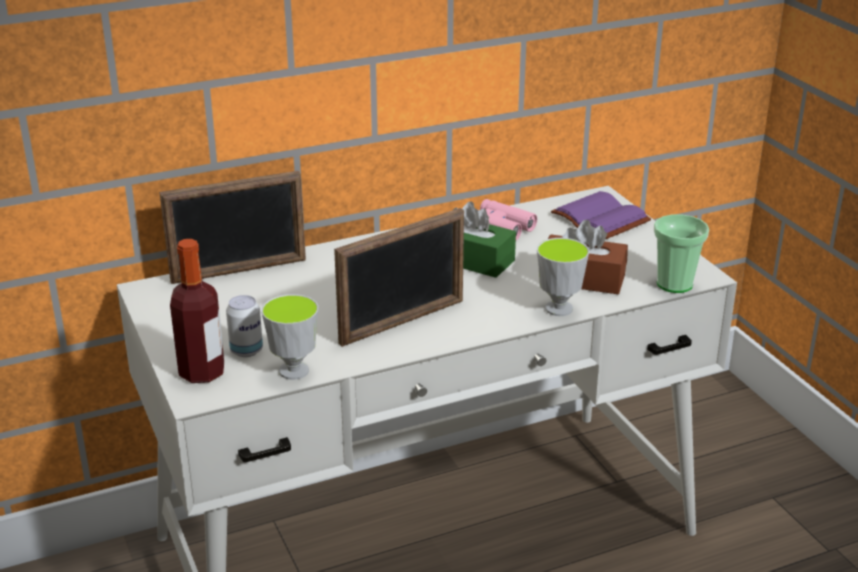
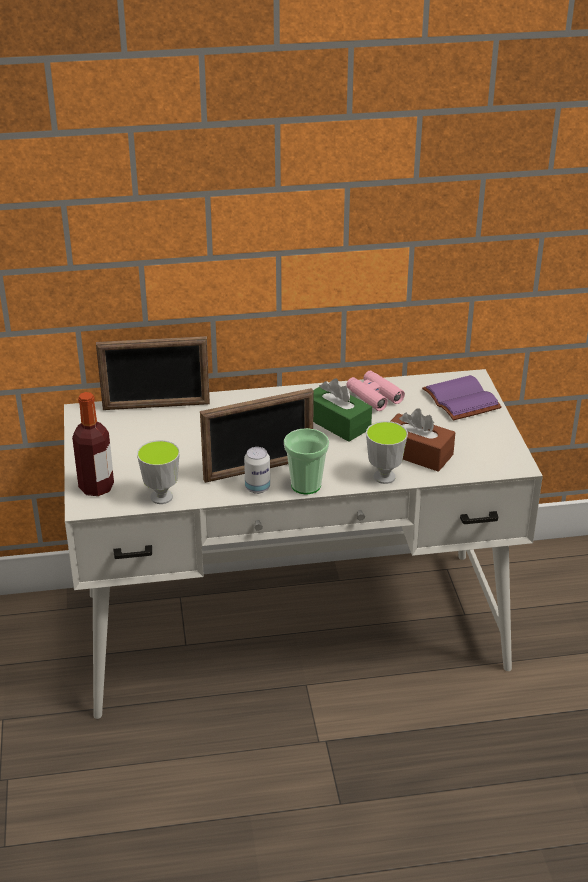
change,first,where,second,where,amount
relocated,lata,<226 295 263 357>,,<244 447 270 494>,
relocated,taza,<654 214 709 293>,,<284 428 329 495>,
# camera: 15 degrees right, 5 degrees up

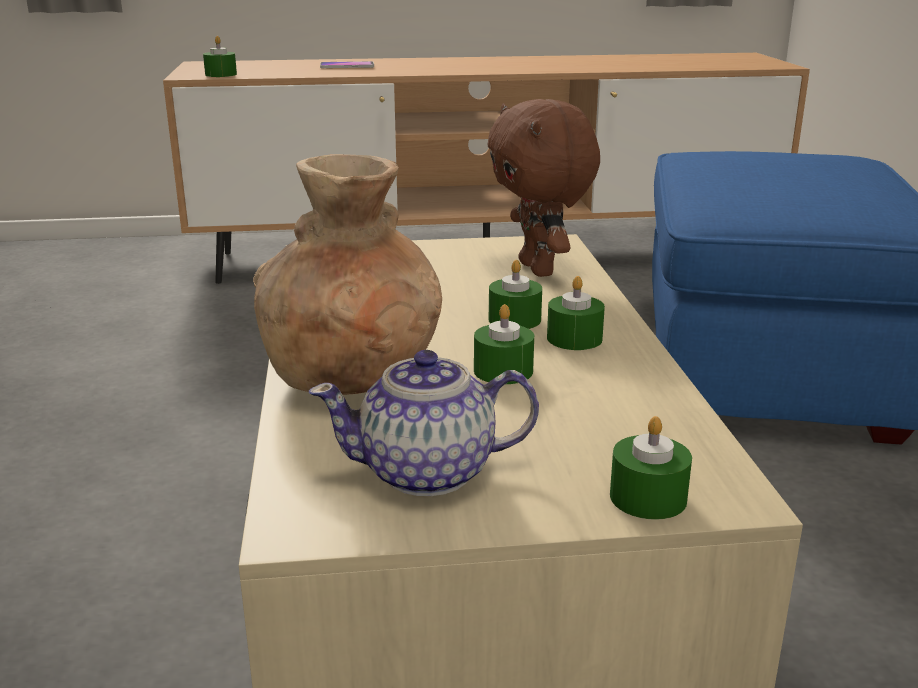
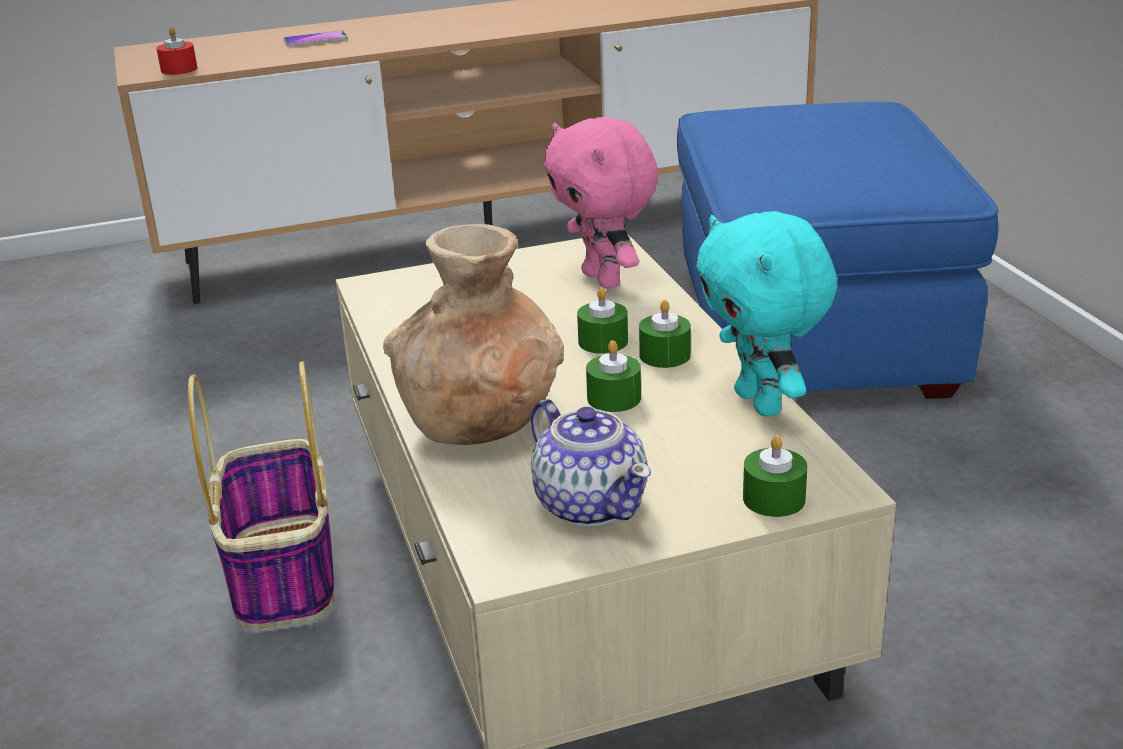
change,first,where,second,where,amount
colour,vela/verde,<203 36 237 77>,vela/rojo,<156 26 197 75>,
spun,tetera,<308 350 539 496>,,<531 399 651 527>,105 degrees counterclockwise
colour,peluche/marrón,<487 99 600 277>,peluche/rosa,<544 117 658 289>,
appeared,,,cesta,<188 361 334 629>,
appeared,,,peluche/turquesa,<697 211 837 417>,
# camera: 10 degrees left, 5 degrees up

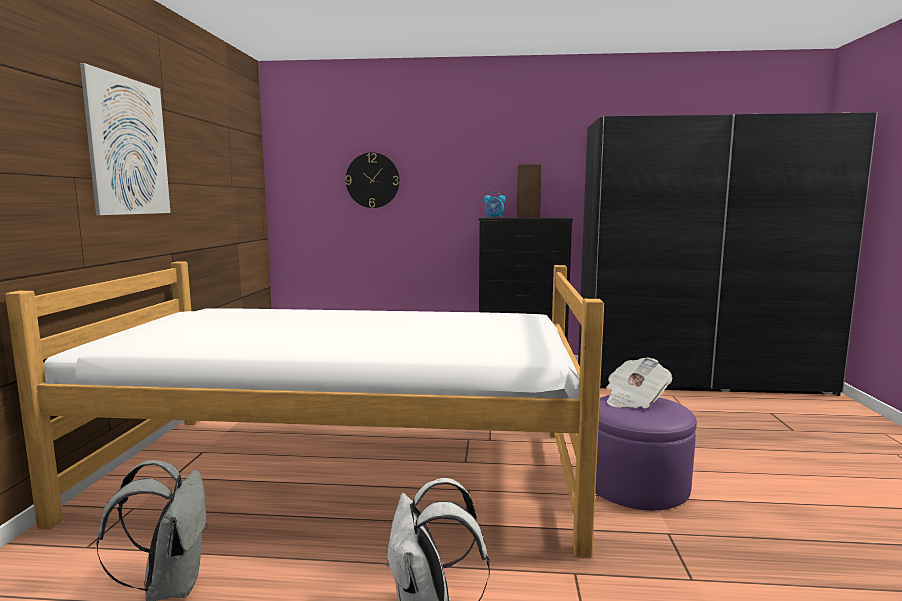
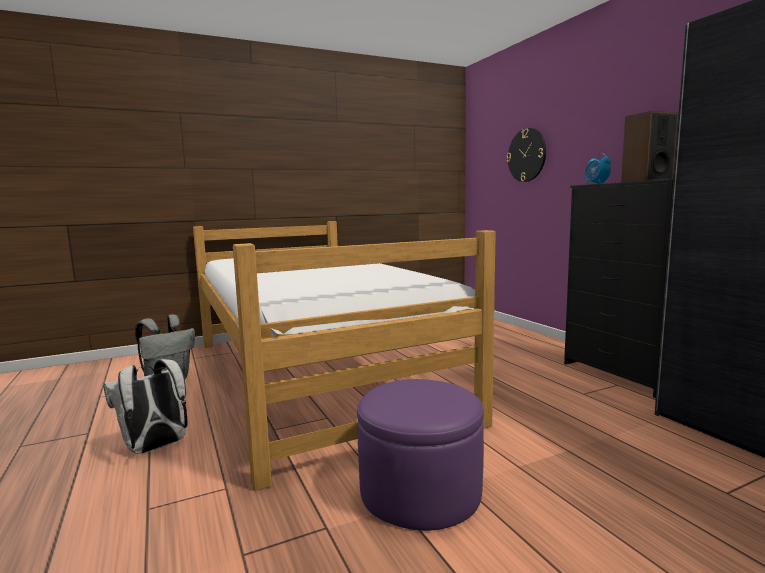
change,first,where,second,where,amount
missing,cuadro,<80 63 171 215>,,,
missing,periódico,<606 357 672 408>,,,
# camera: 60 degrees right, 0 degrees up

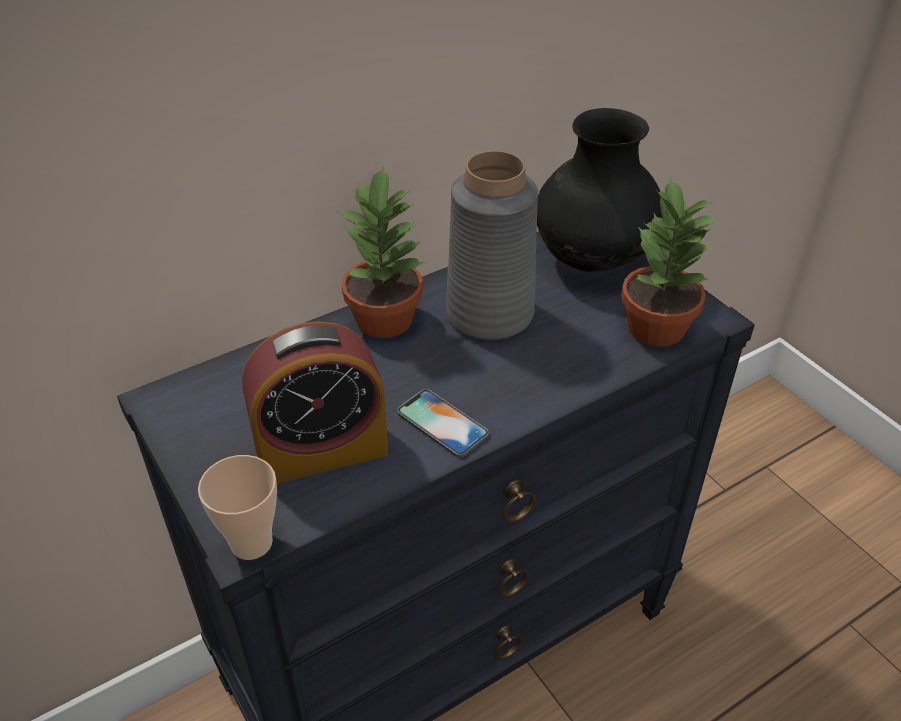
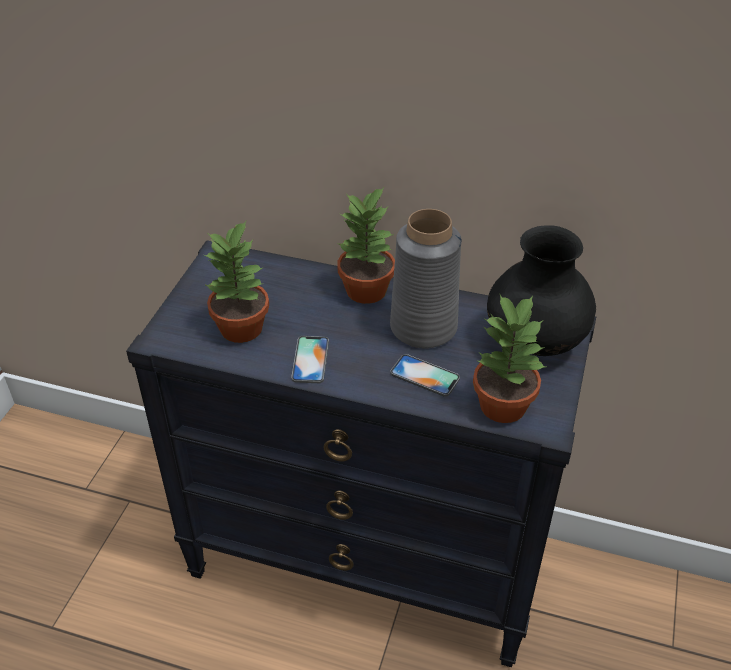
change,first,where,second,where,amount
missing,taza,<198 455 277 560>,,,
exchanged,despertador,<242 321 388 484>,planta en maceta,<204 221 269 343>,
appeared,,,móvil,<390 354 460 397>,
# camera: 50 degrees right, 0 degrees up

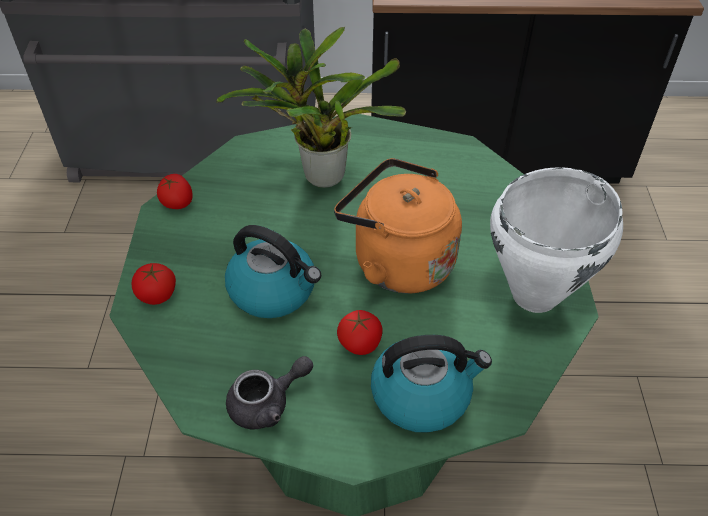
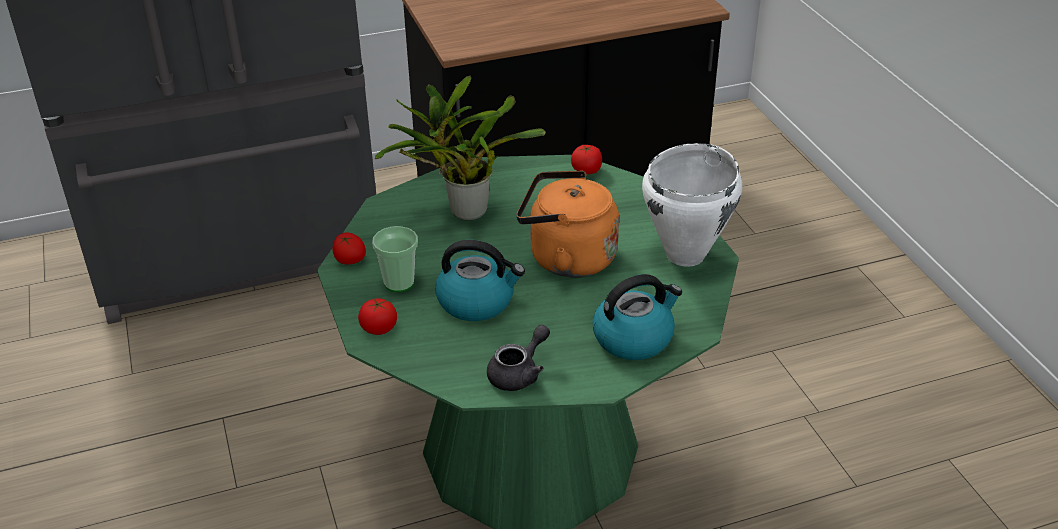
change,first,where,second,where,amount
relocated,tomate,<337 310 382 355>,,<571 145 602 174>,
appeared,,,taza,<372 226 418 292>,
# camera: 20 degrees left, 10 degrees down

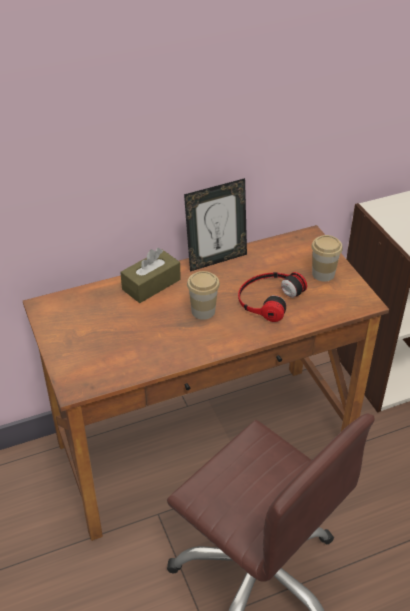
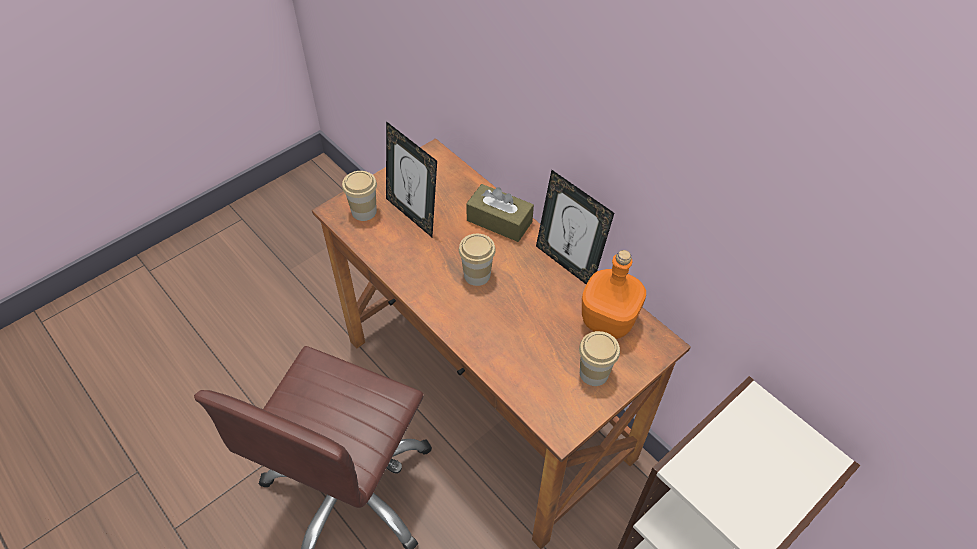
change,first,where,second,where,amount
missing,auriculares,<238 272 307 322>,,,
appeared,,,taza,<342 171 377 221>,
appeared,,,portarretratos,<386 121 437 237>,
appeared,,,botella/naranja,<582 250 646 339>,
# camera: 70 degrees right, 10 degrees up

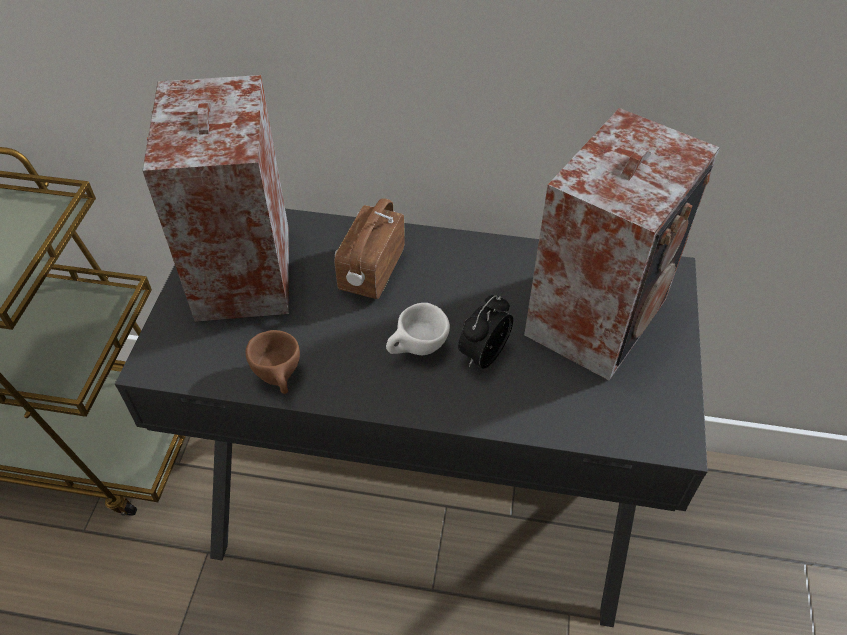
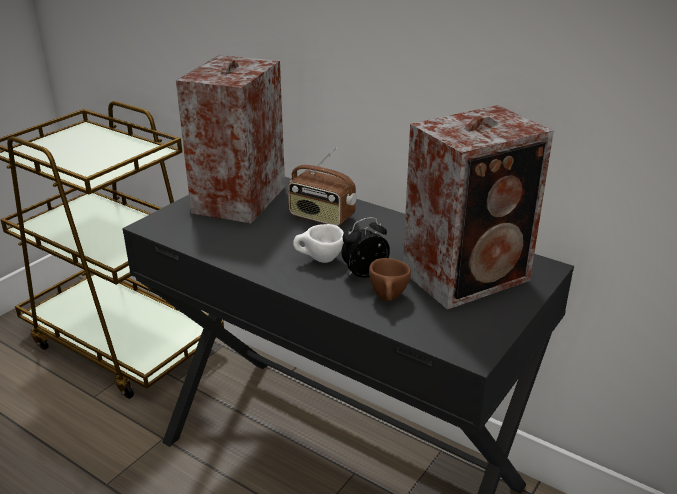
change,first,where,second,where,amount
relocated,taza/marrón,<246 330 300 394>,,<369 258 411 301>,
spun,radio,<334 198 405 299>,,<288 148 357 226>,105 degrees counterclockwise
# camera: 25 degrees right, 20 degrees down

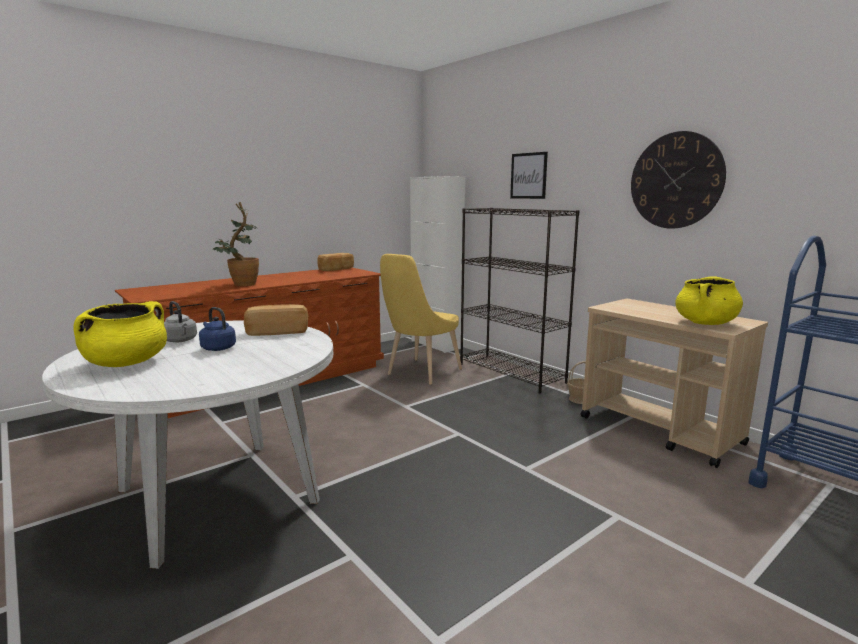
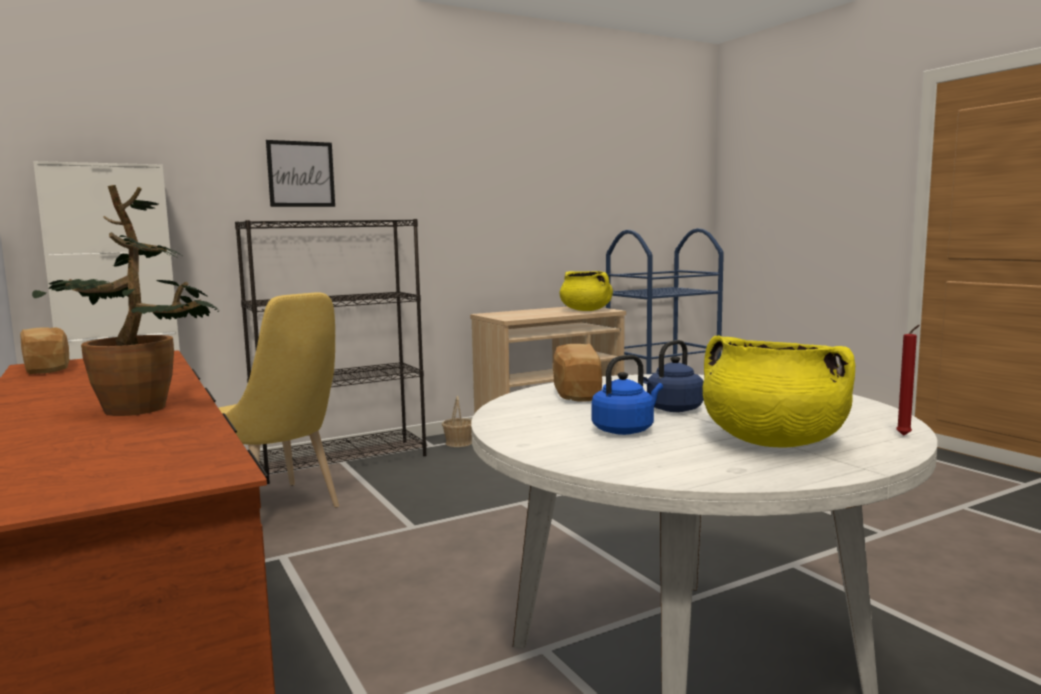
change,first,where,second,where,amount
colour,hervidor/gris,<164 301 197 342>,hervidor/azul,<591 355 663 435>,
missing,reloj de pared,<631 131 726 229>,,,
appeared,,,vela/rojo,<896 325 920 436>,
# camera: 80 degrees left, 5 degrees down

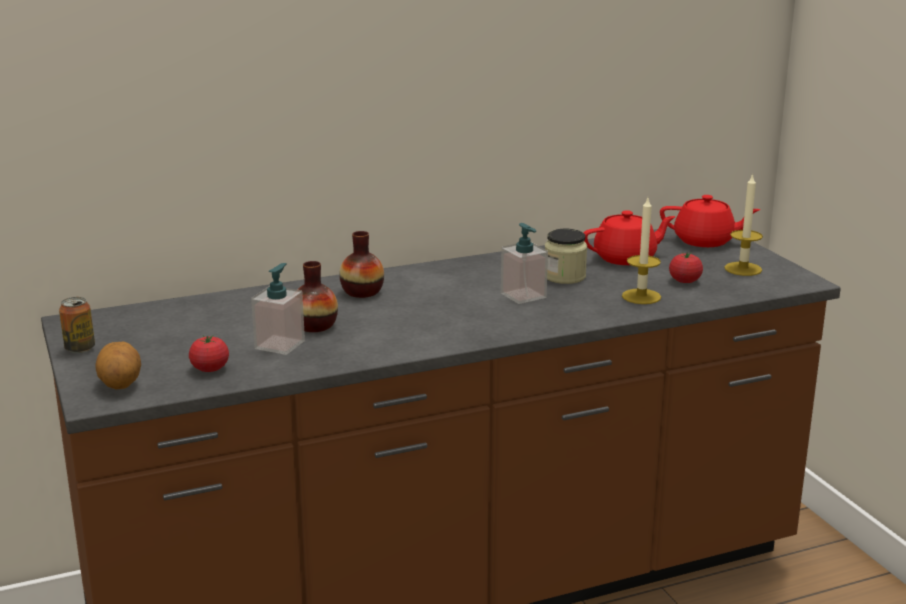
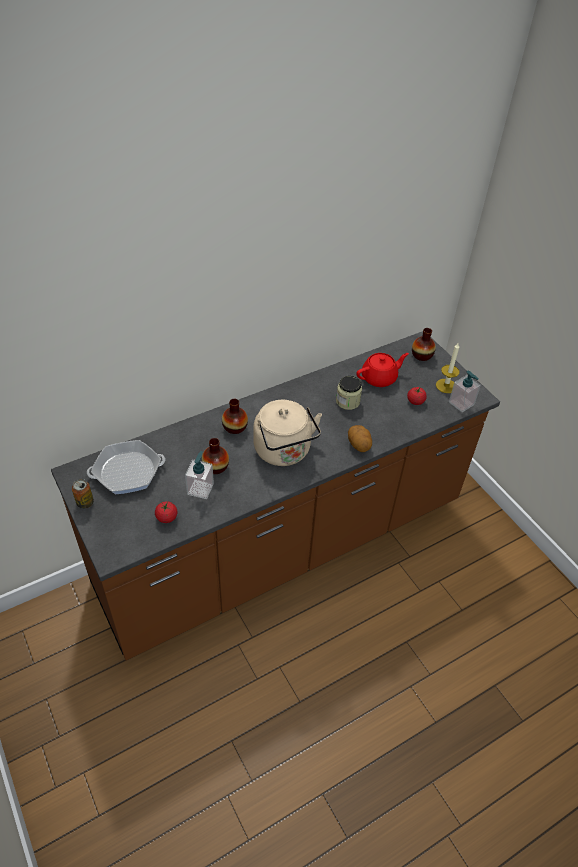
change,first,where,second,where,amount
relocated,patata,<96 342 141 390>,,<348 425 372 452>,
relocated,dispensador de jabón,<501 223 548 304>,,<449 371 481 412>,
missing,vela,<622 198 661 304>,,,
exchanged,tetera/rojo,<660 195 760 247>,florero,<412 328 436 361>,
appeared,,,sartén,<87 440 165 494>,
appeared,,,hervidor/beis,<253 400 322 466>,
# camera: 10 degrees left, 25 degrees up

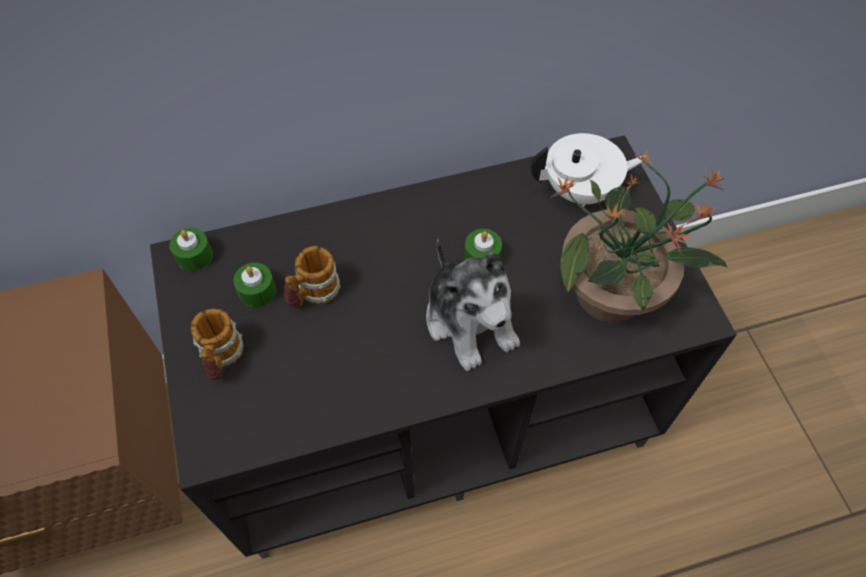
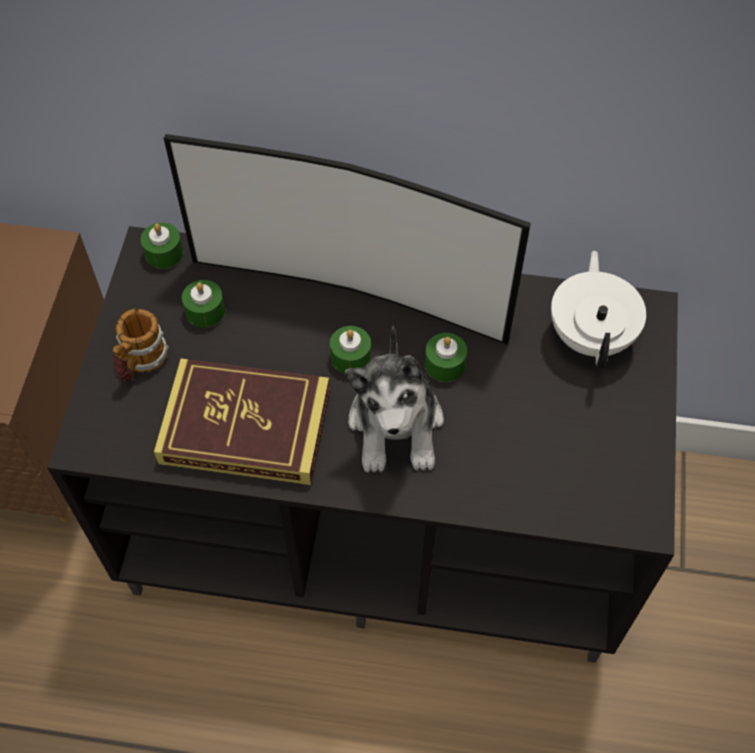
change,first,where,second,where,amount
missing,taza grande,<284 246 341 308>,,,
spun,tetera/blanco,<531 133 647 207>,,<551 250 646 369>,105 degrees counterclockwise
missing,planta en maceta,<550 151 728 322>,,,
appeared,,,libro,<154 358 330 485>,
appeared,,,televisor,<164 134 531 345>,
appeared,,,vela/verde,<330 326 371 374>,
# camera: 25 degrees right, 0 degrees up

